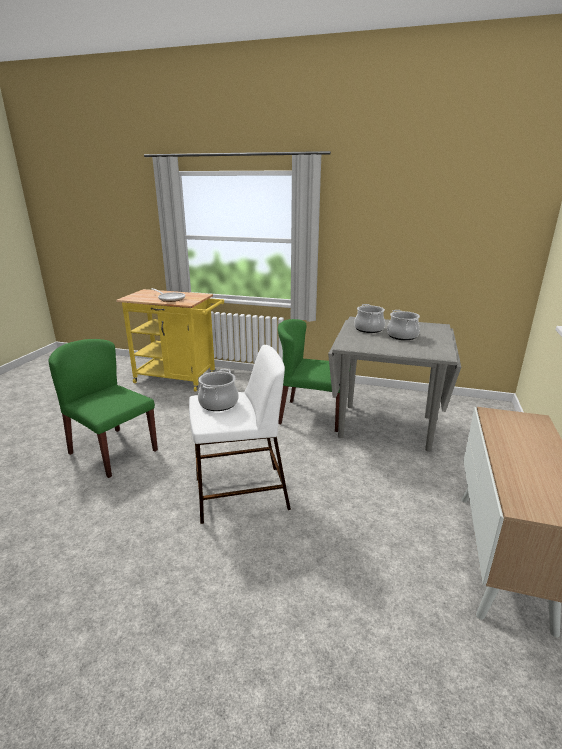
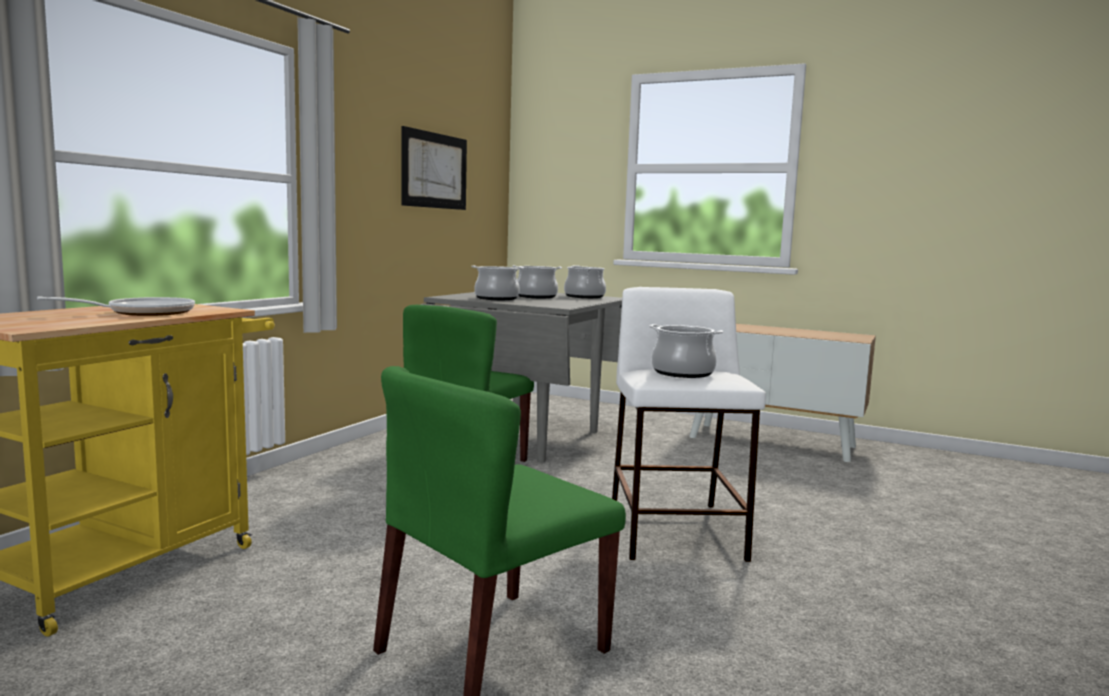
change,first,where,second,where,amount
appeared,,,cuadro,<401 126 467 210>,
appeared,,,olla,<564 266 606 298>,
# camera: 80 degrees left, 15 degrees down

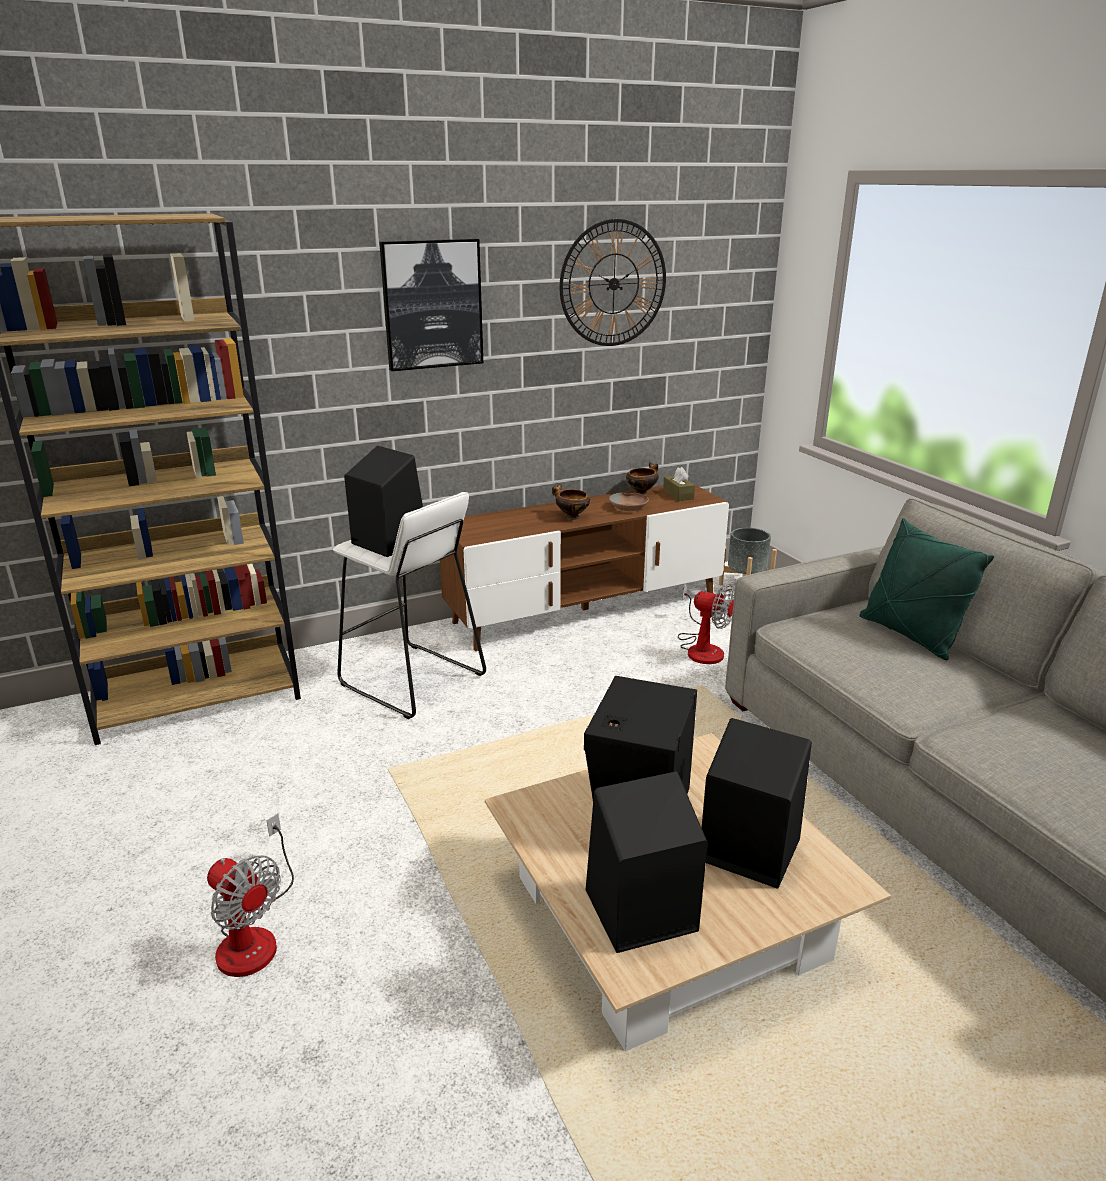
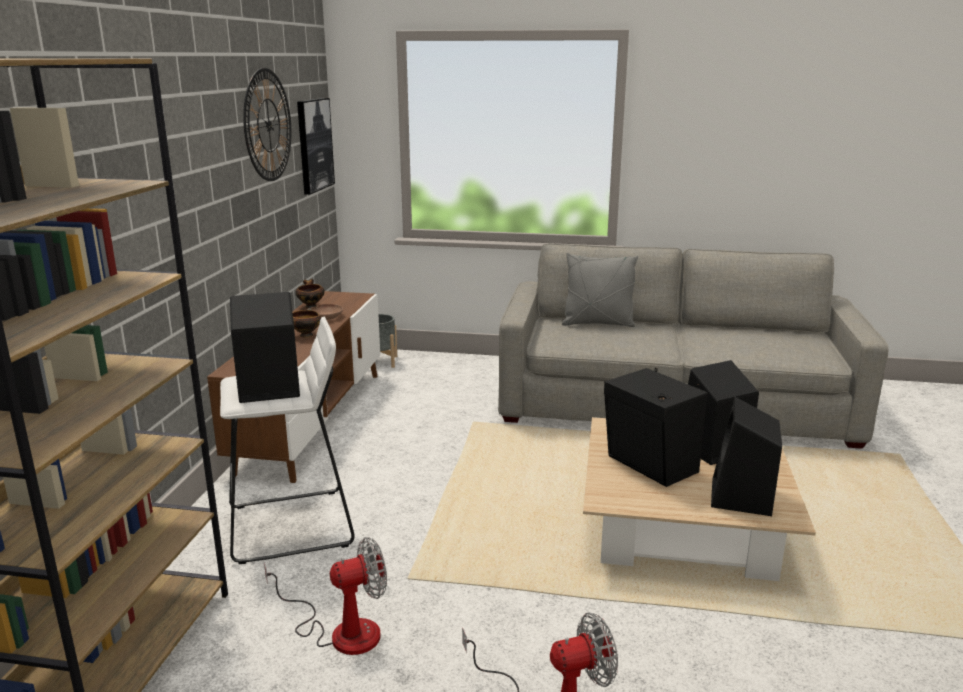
change,first,where,second,where,amount
relocated,cuadro,<379 239 483 371>,,<297 98 335 195>,
missing,caja de pañuelos/marrón,<663 467 695 501>,,,
relocated,ventilador,<678 584 735 664>,,<264 537 387 655>,
colour,cojín/verde,<859 518 994 660>,cojín/gris,<562 253 638 327>,
# camera: 55 degrees left, 5 degrees down

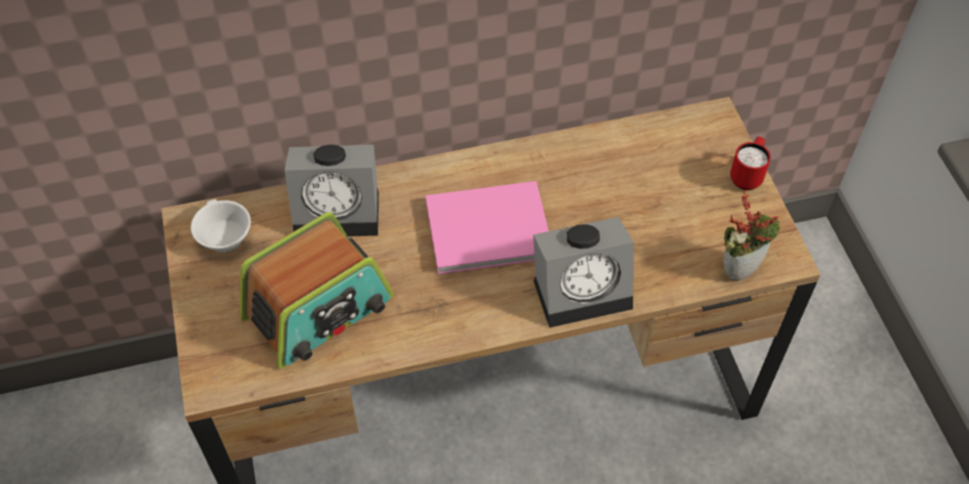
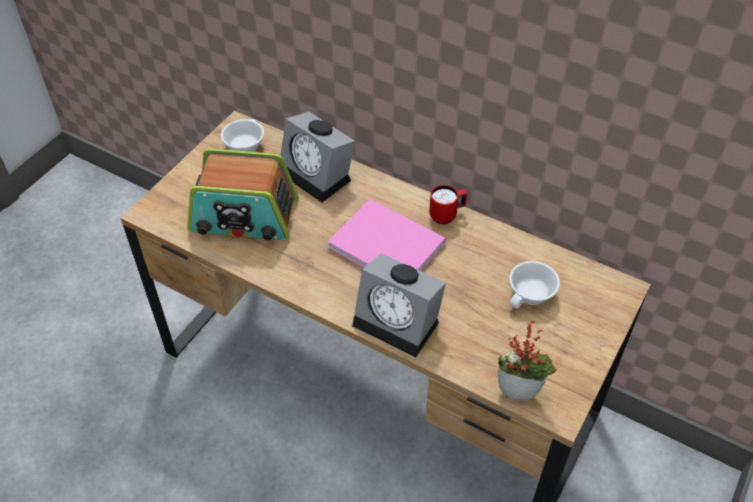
change,first,where,second,where,amount
relocated,taza grande/rojo,<730 137 771 190>,,<429 185 467 224>,
appeared,,,taza/blanco,<509 261 560 309>,
# camera: 45 degrees right, 5 degrees down

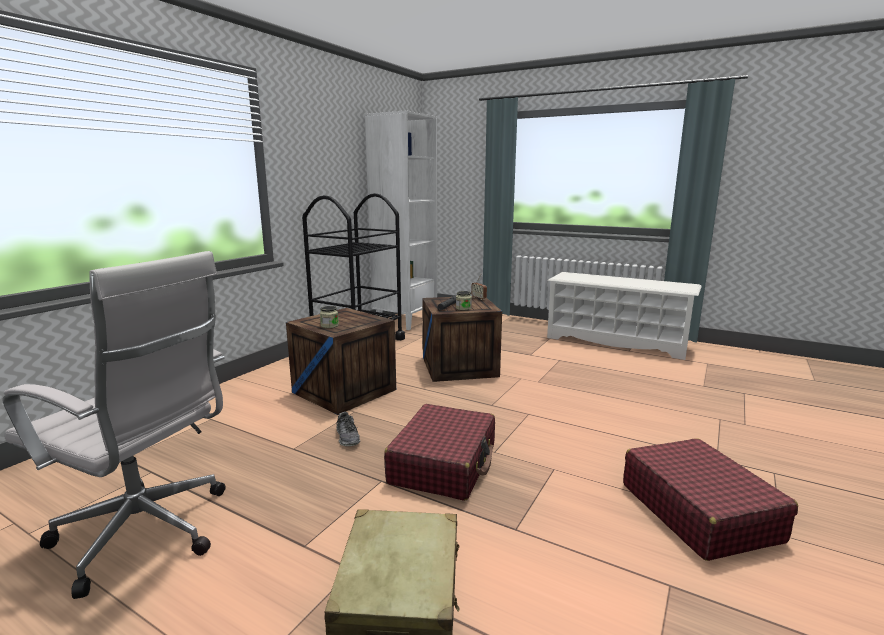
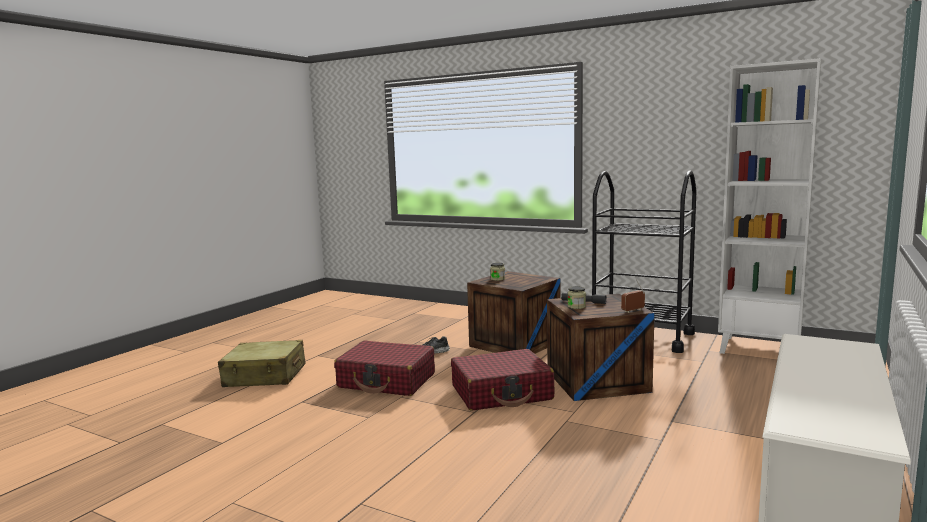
change,first,where,second,where,amount
missing,silla de oficina/blanco,<2 251 225 599>,,,
relocated,maleta/rojo,<623 438 798 561>,,<451 349 555 411>,
# camera: 90 degrees right, 5 degrees down

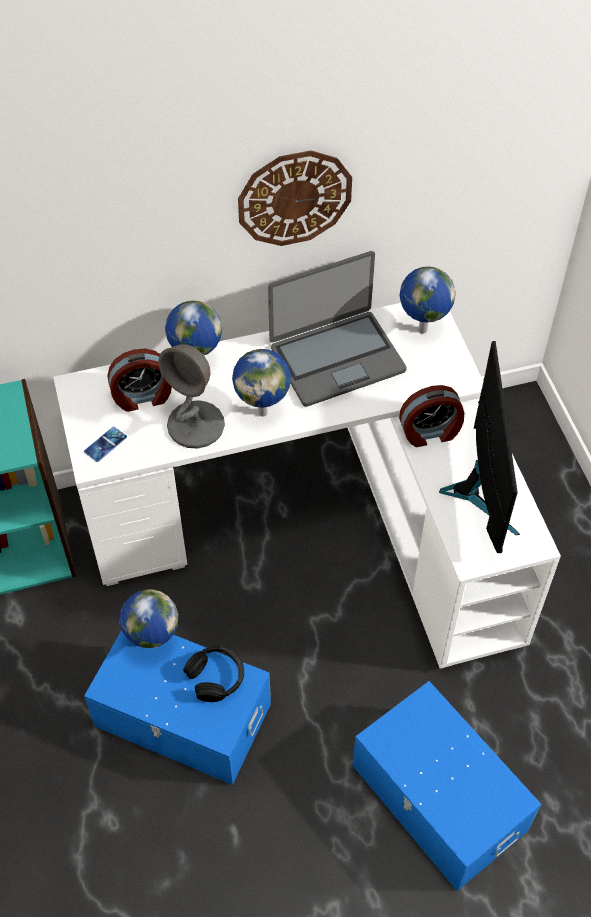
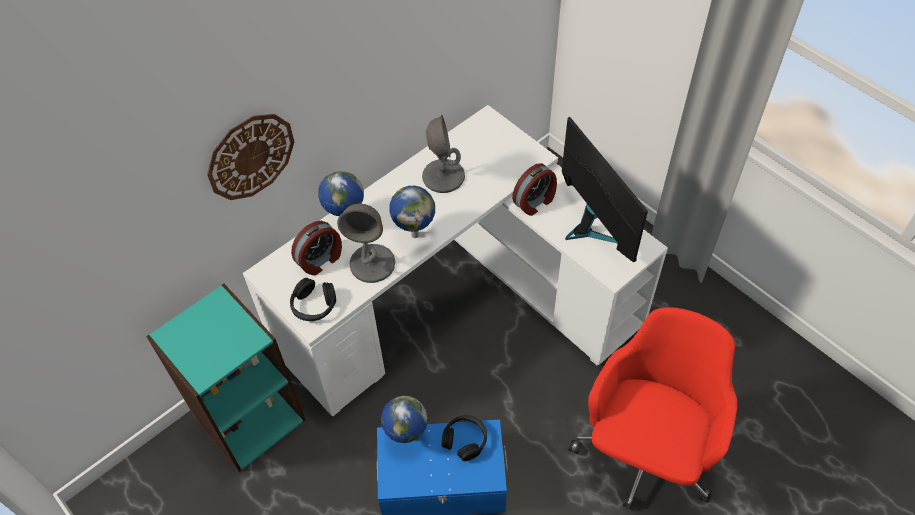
change,first,where,second,where,amount
exchanged,móvil,<84 427 127 462>,auriculares/negro,<290 278 336 321>,
relocated,reloj de pared,<238 150 352 246>,,<207 114 294 200>,
exchanged,portátil,<268 251 407 407>,lámpara de mesa/gris,<422 115 465 193>,
exchanged,caja de almacenaje/azul,<352 681 542 891>,silla de oficina/rojo,<568 307 737 510>,
missing,globo terráqueo,<400 266 456 334>,,,
# camera: 25 degrees left, 0 degrees up

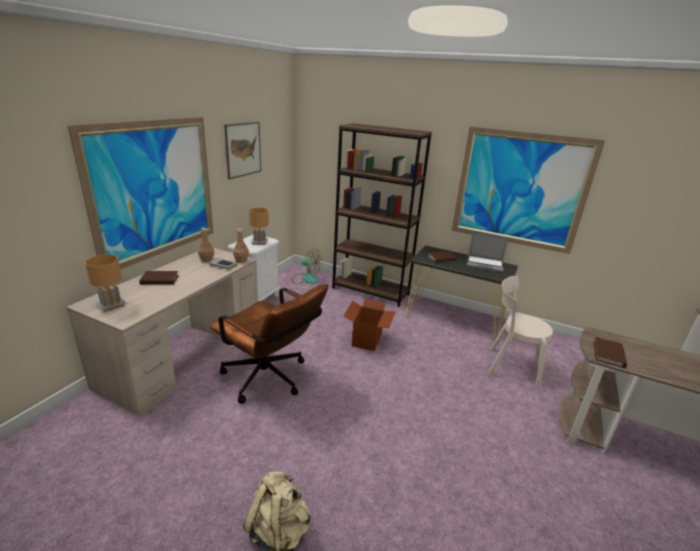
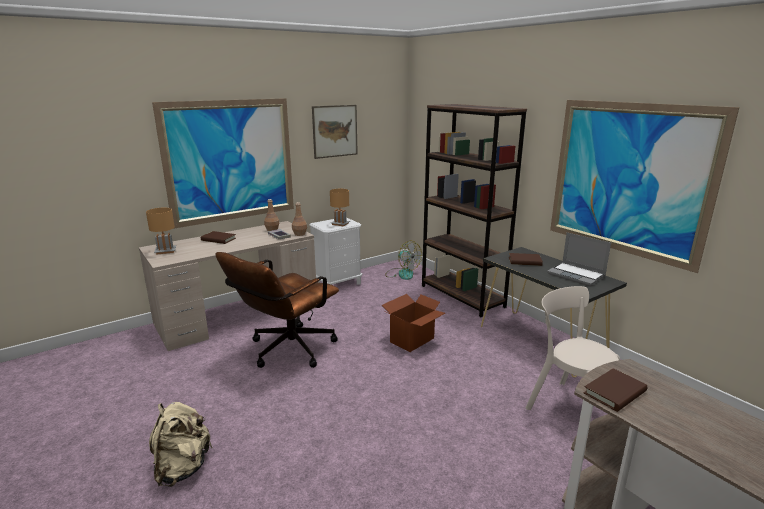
change,first,where,second,where,amount
spun,silla de oficina/marrón,<210 284 328 404>,,<215 252 339 368>,60 degrees clockwise
# camera: 30 degrees right, 5 degrees down

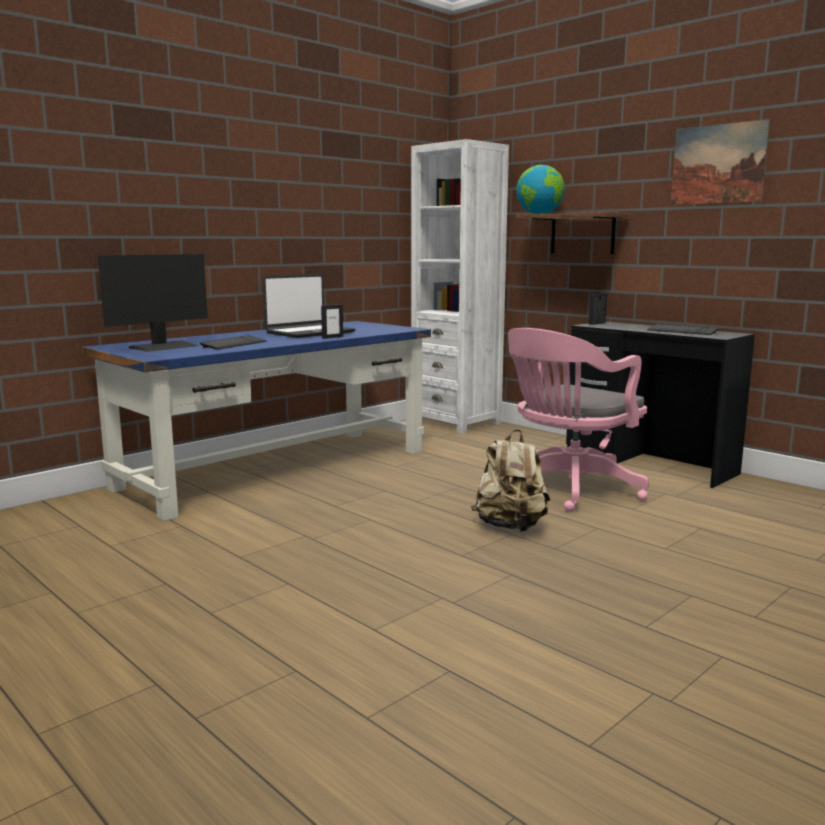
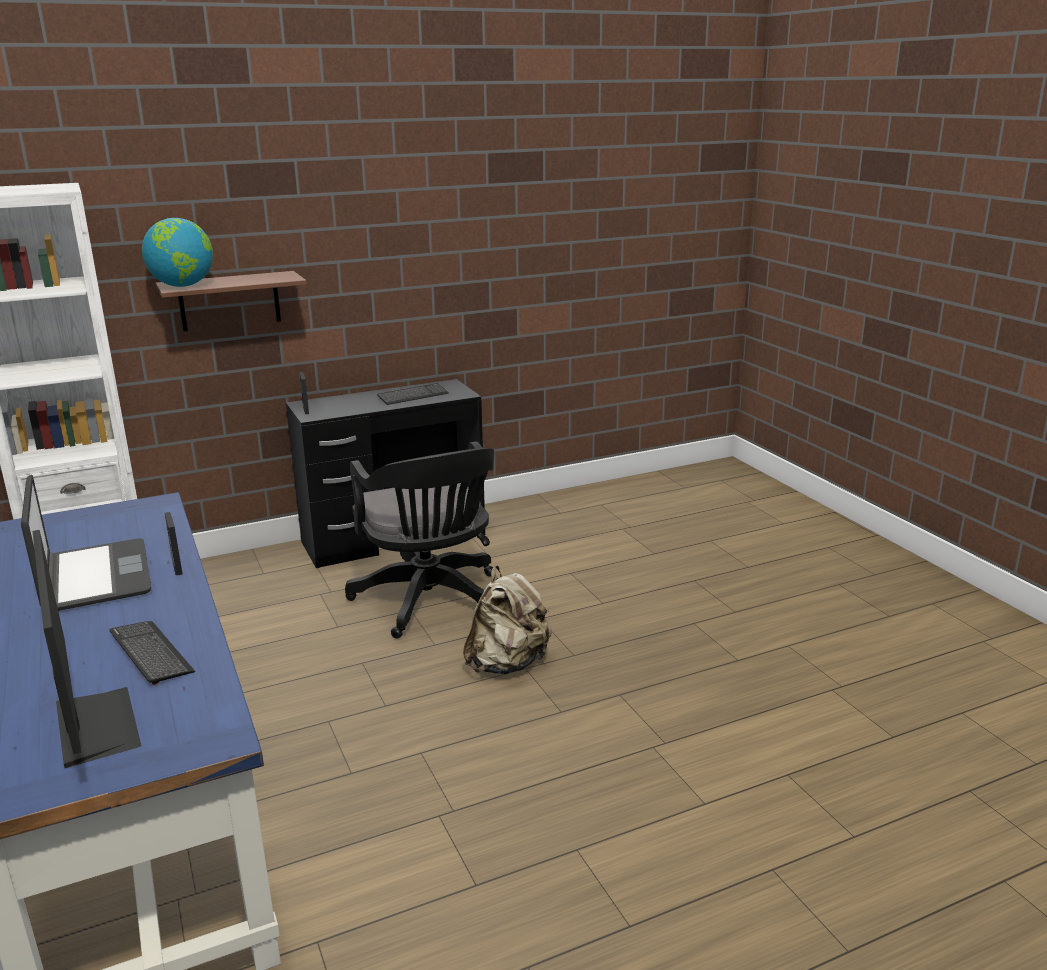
change,first,where,second,where,amount
colour,silla de oficina/rosa,<508 328 649 512>,silla de oficina/negro,<345 441 494 639>,
missing,cuadro,<671 119 770 205>,,,
# camera: 70 degrees left, 10 degrees up

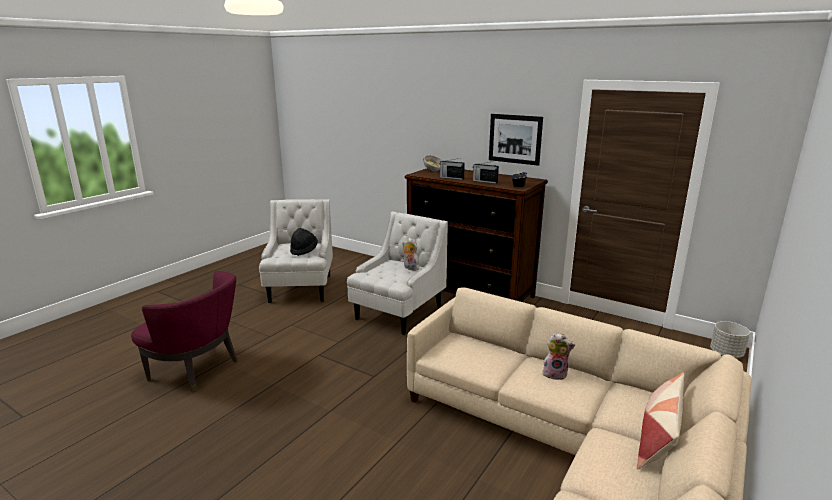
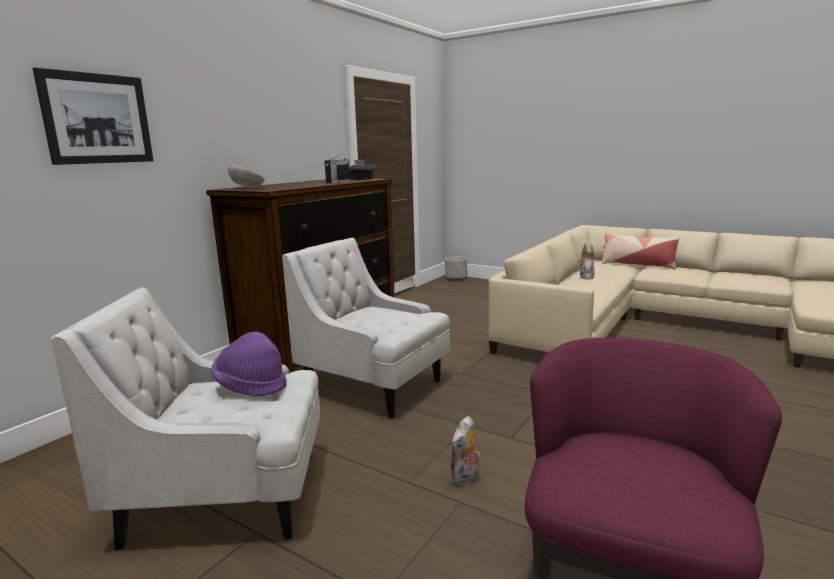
change,first,where,second,where,amount
colour,sombrero/negro,<290 228 318 256>,sombrero/morado,<211 332 287 396>,
relocated,peluche,<402 238 419 271>,,<451 416 481 487>,
missing,radio,<440 158 465 180>,,,
relocated,cuadro,<489 114 543 166>,,<33 67 153 165>,
# camera: 90 degrees left, 5 degrees down

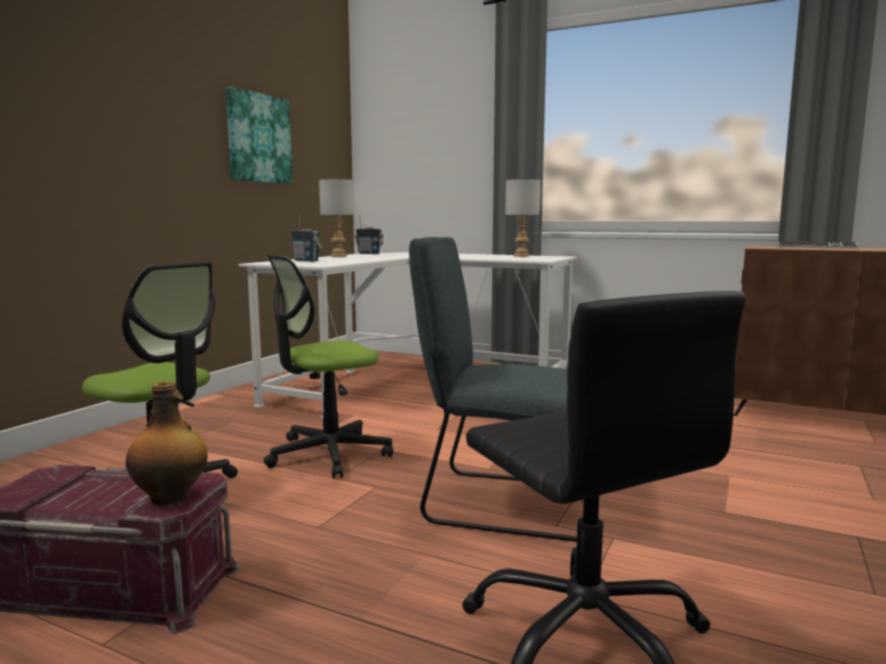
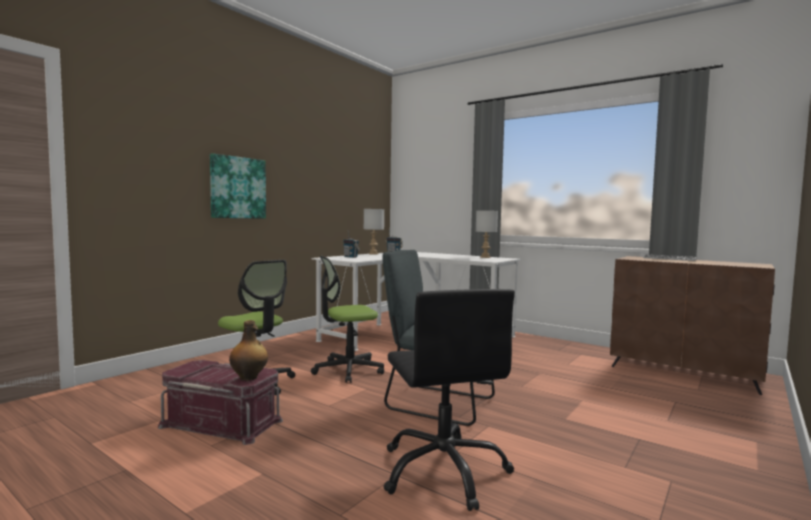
change,first,where,second,where,amount
relocated,cuadro,<226 86 293 184>,,<210 153 266 219>,
# camera: 10 degrees right, 5 degrees down

